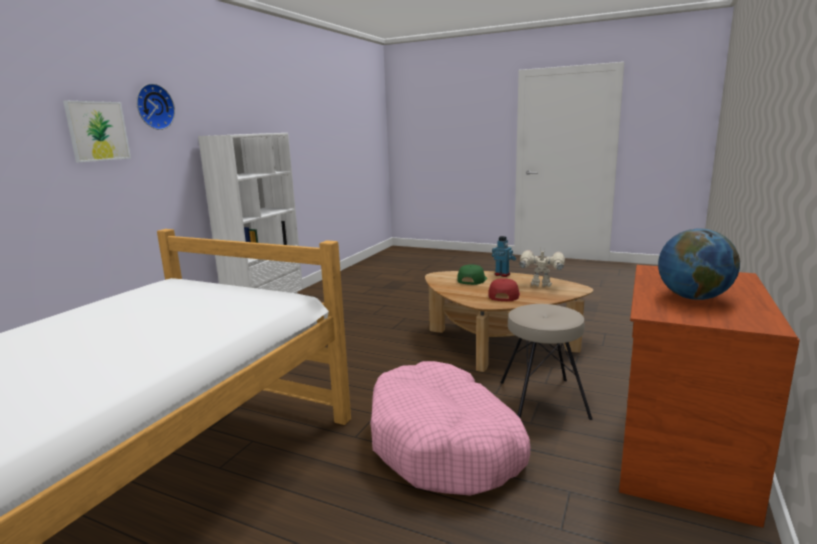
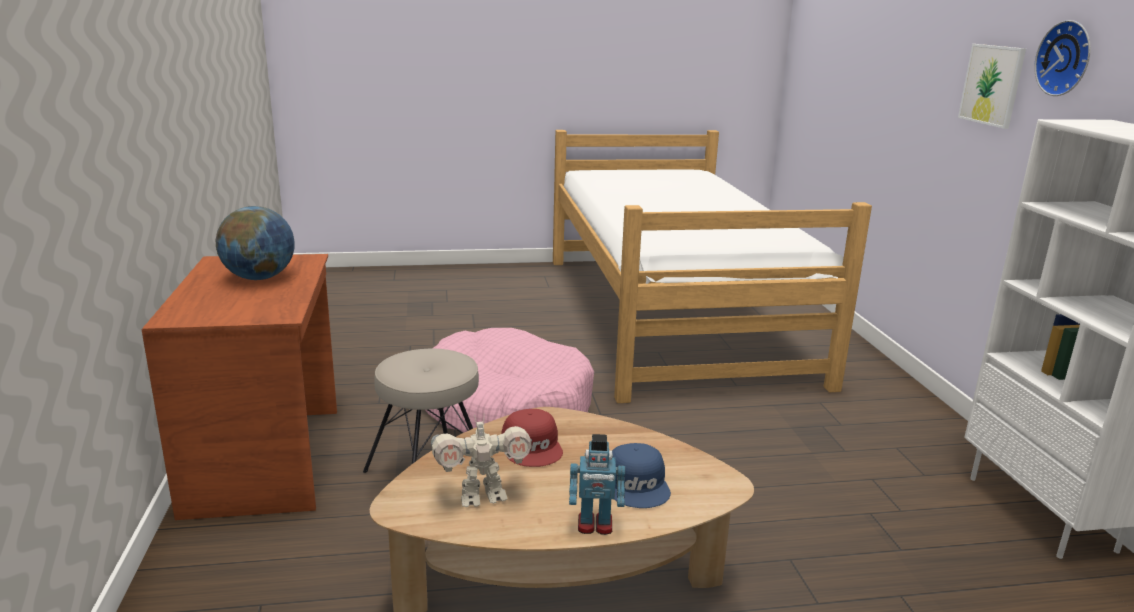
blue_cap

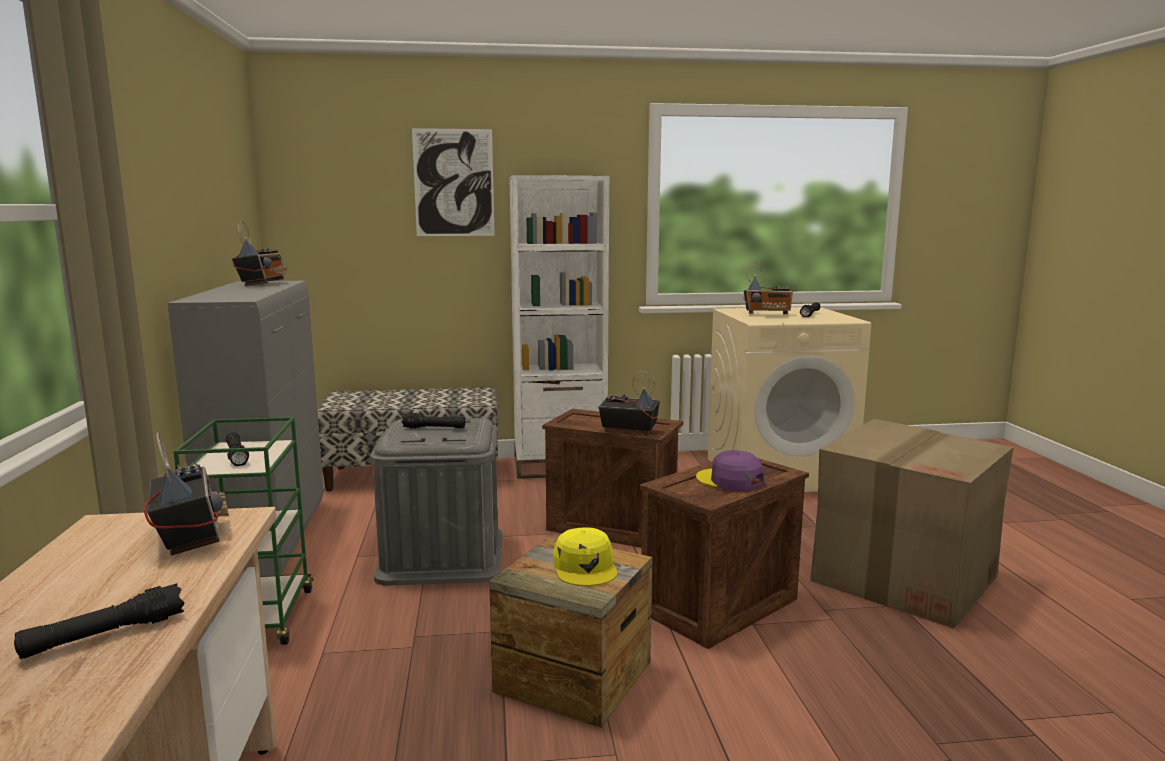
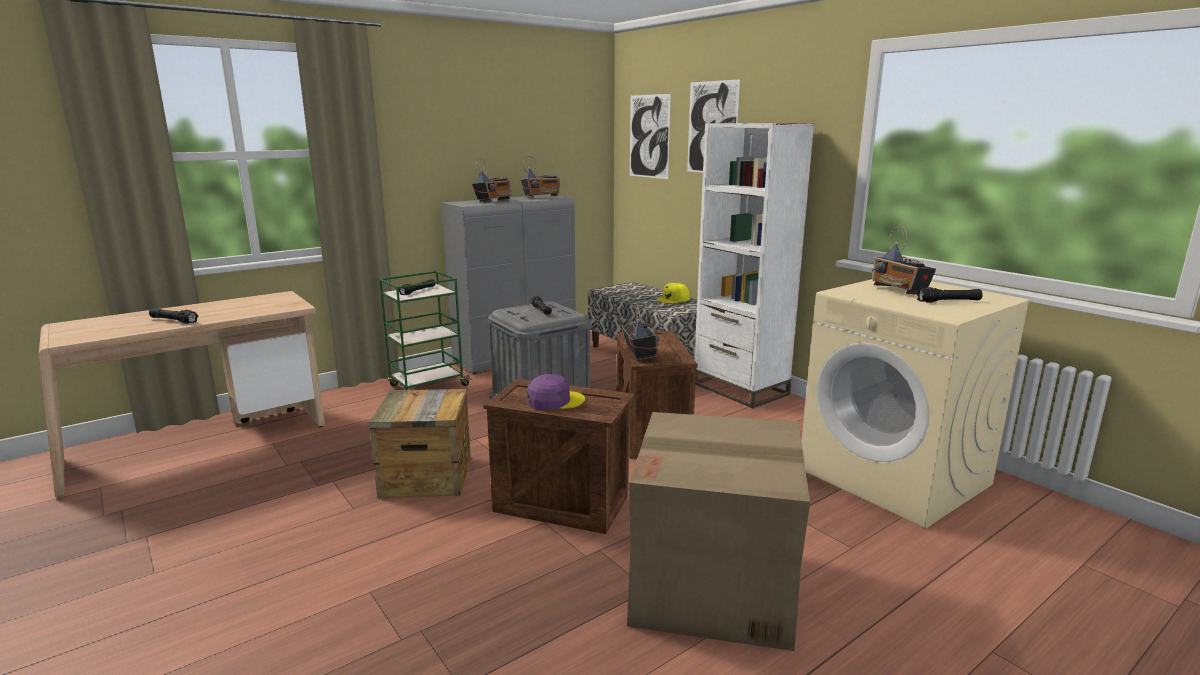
radio (no. 1 from left)
purple_cap
picture (no. 1 from left)
yellow_cap

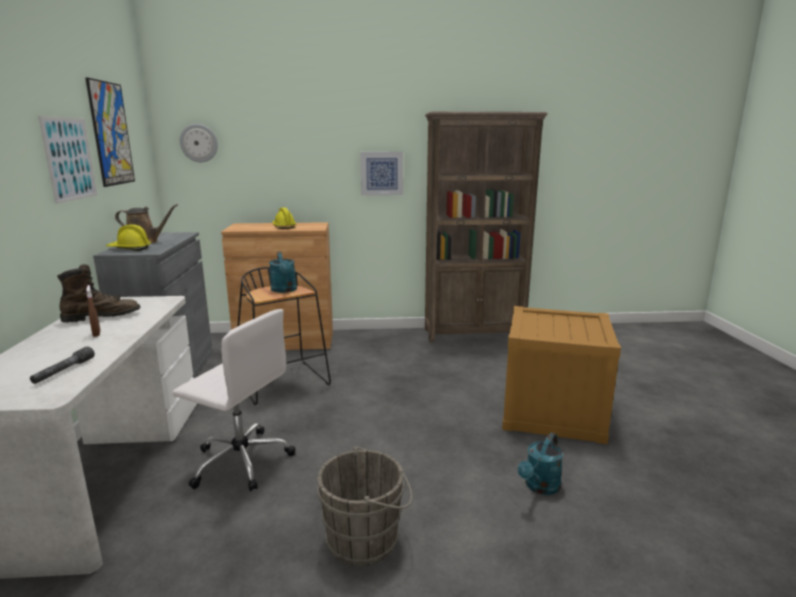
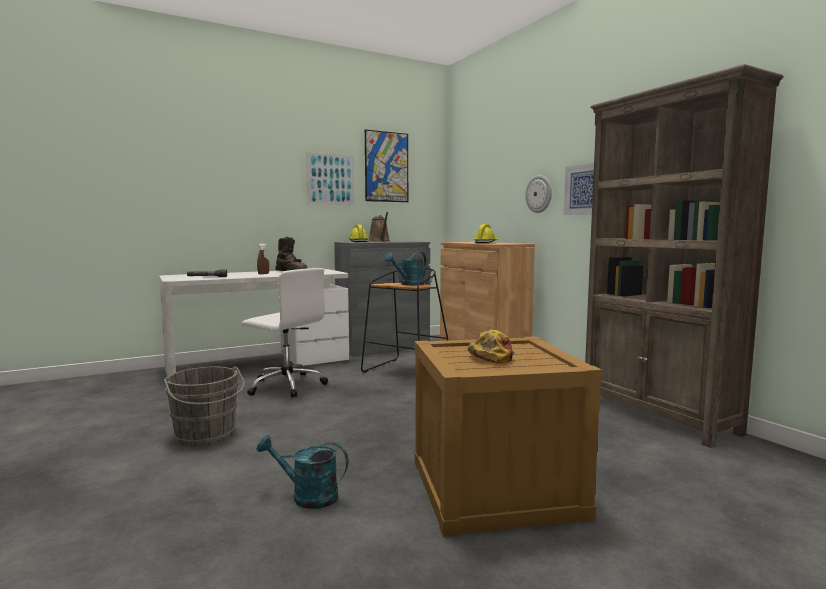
white_office_chair
cap
wall_clock

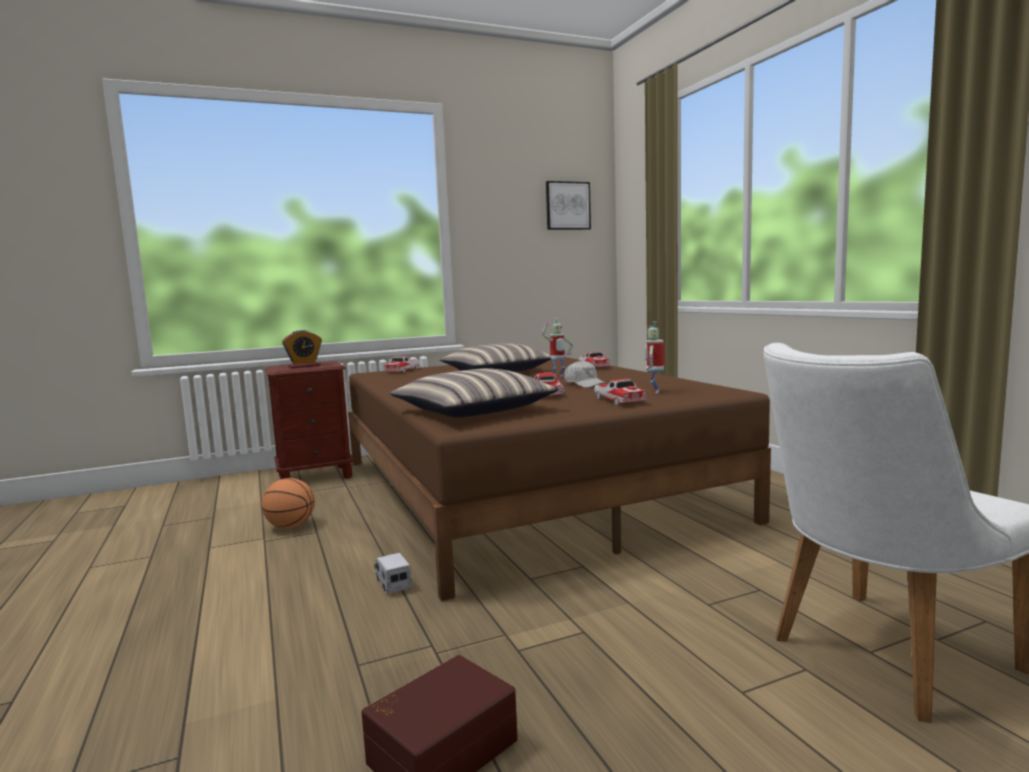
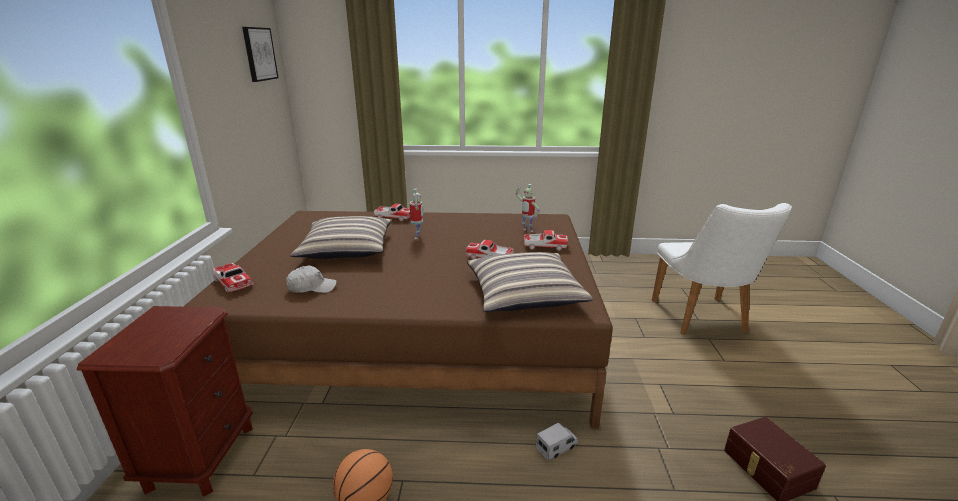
white_cap
toy_truck
alarm_clock

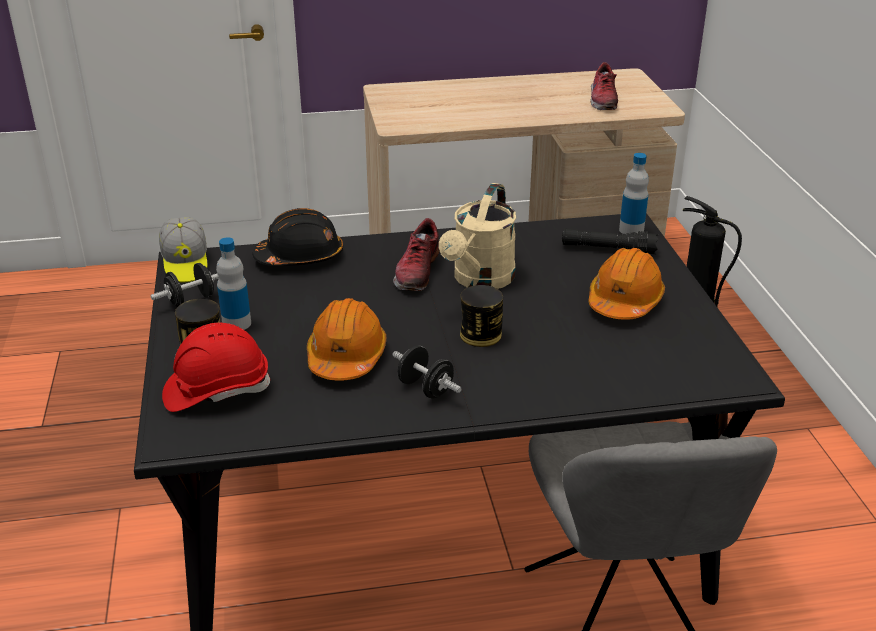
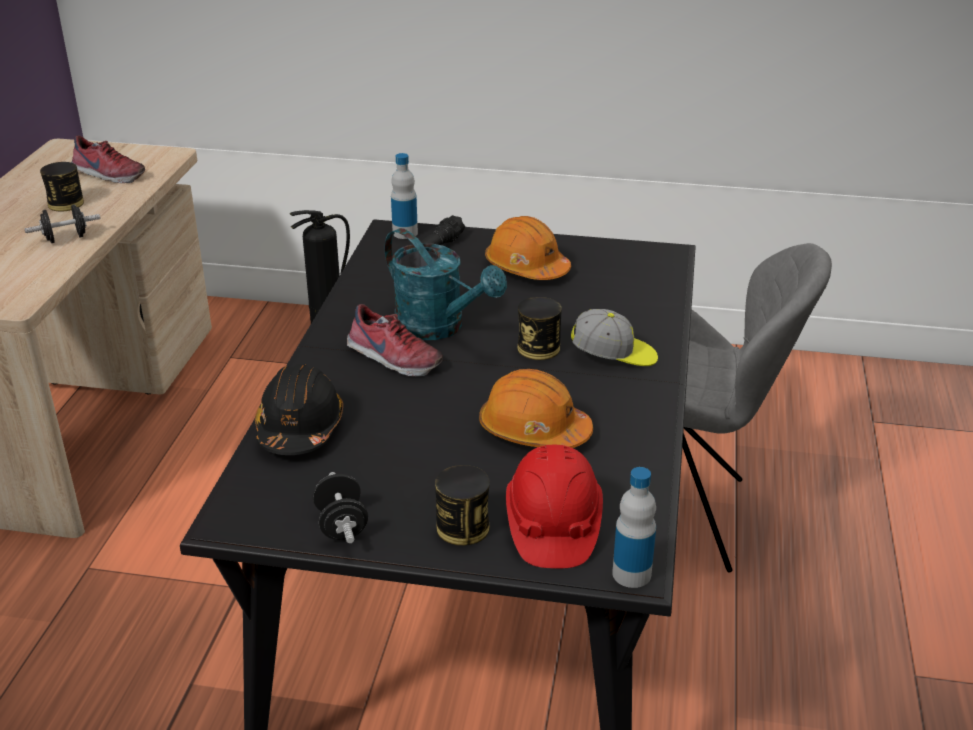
black_dumbbell (no. 1 from left)
can (no. 1 from left)
turquoise_watering_can
cap
bottle (no. 2 from left)

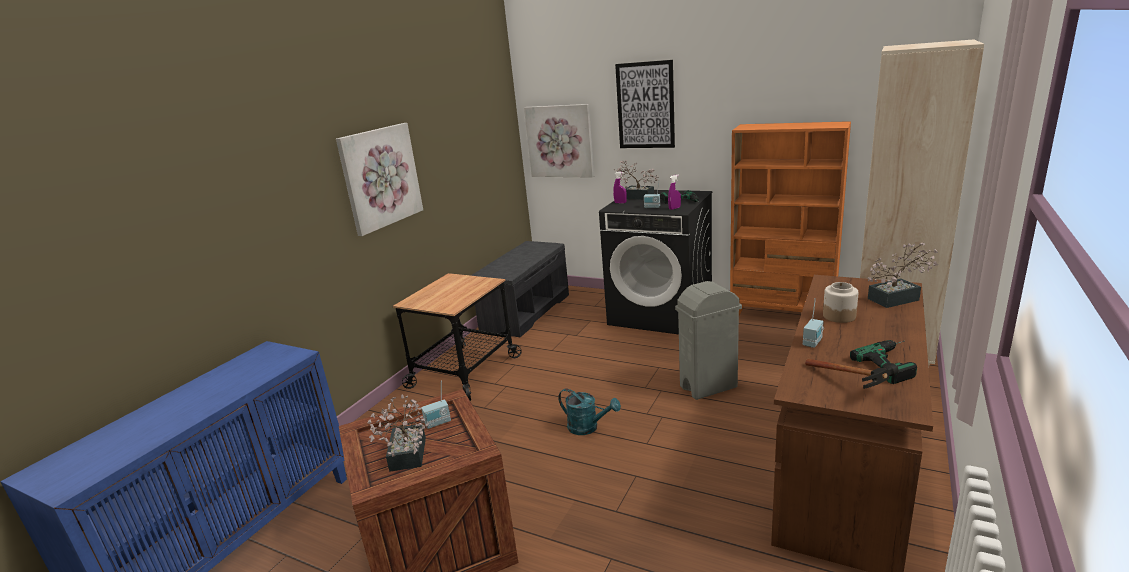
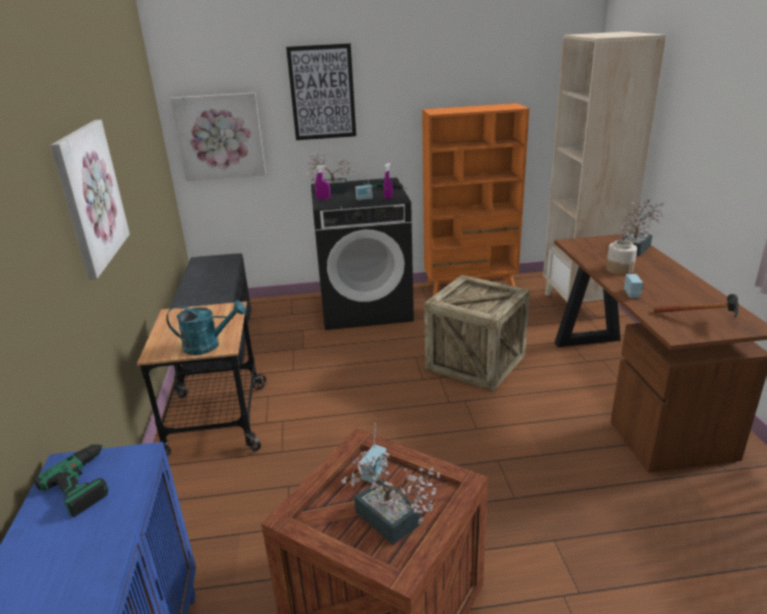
power_drill (no. 1 from left)
turquoise_watering_can
crate (no. 2 from left)

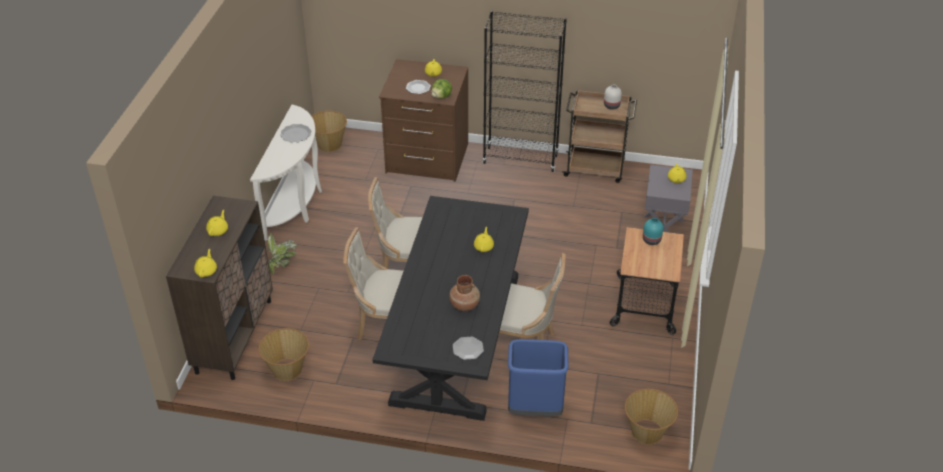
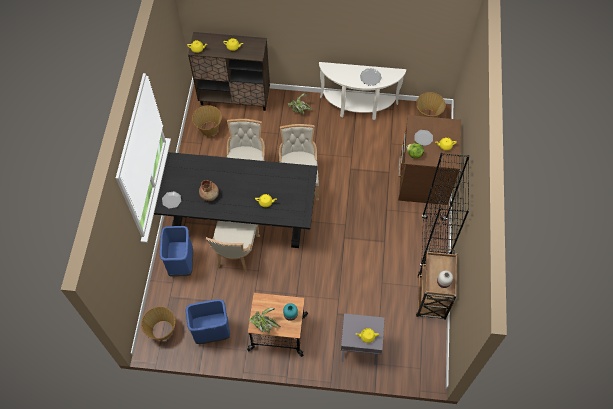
blue_trash_can (no. 2 from left)
potted_plant (no. 1 from left)

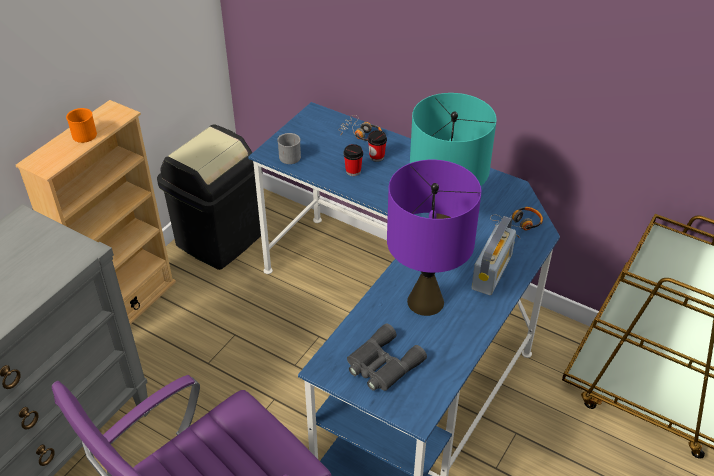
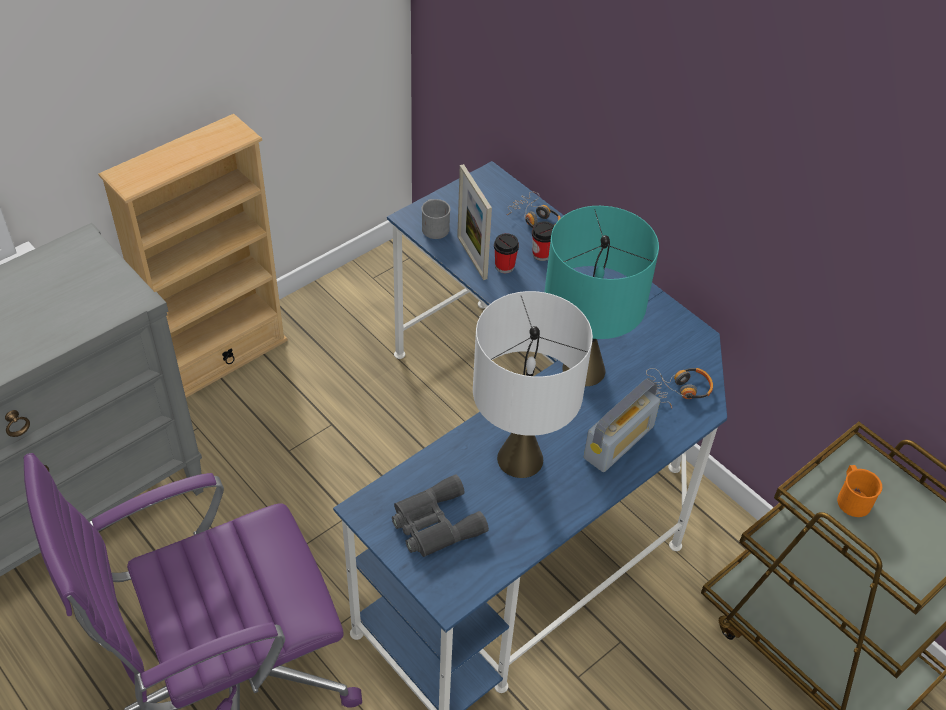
picture_frame
white_table_lamp
orange_mug
black_trash_can

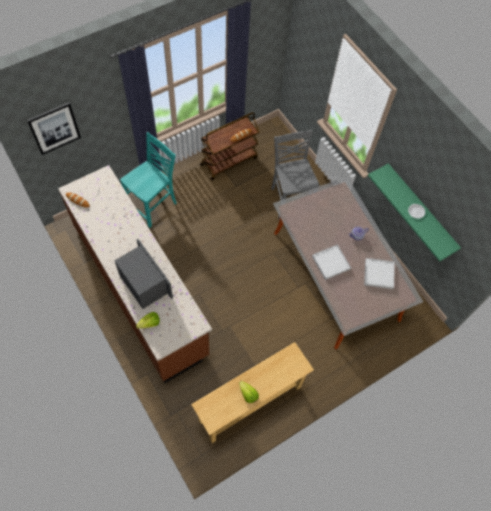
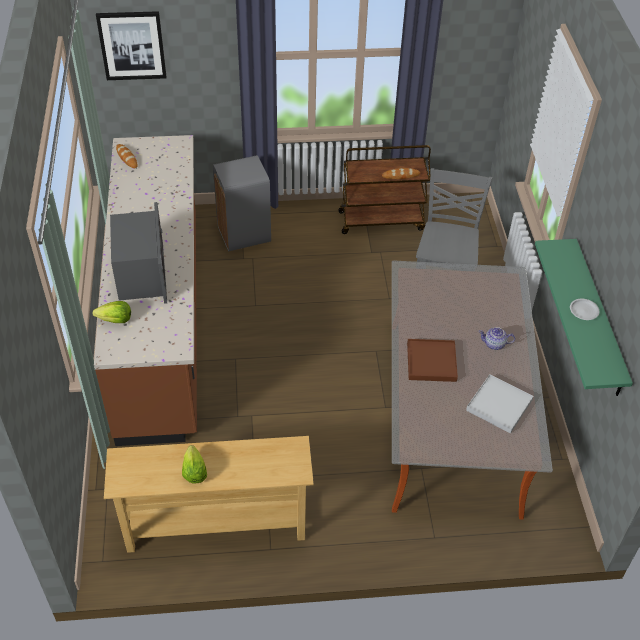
grey_trash_can
brown_tray

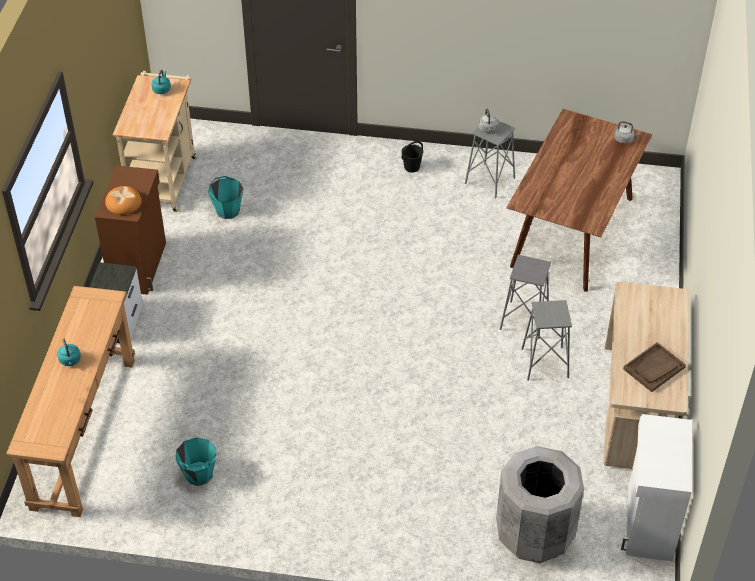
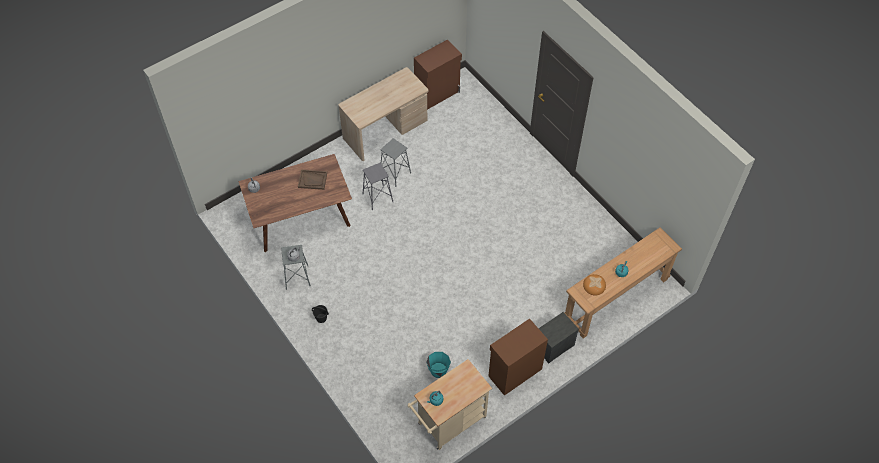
brown_tray
brown_cabinet (no. 1 from left)
bread
turquoise_bucket (no. 1 from left in the first image)
grey_trash_can

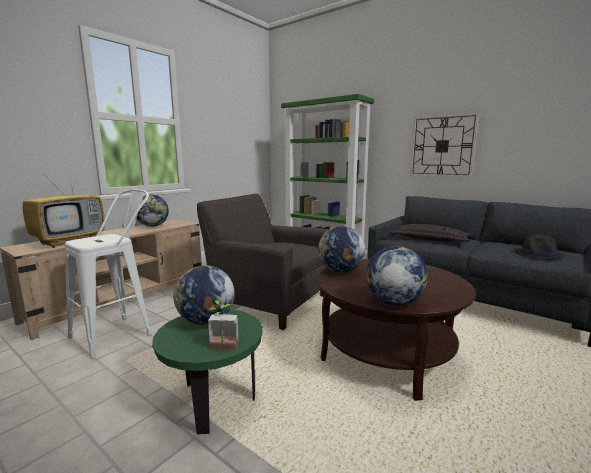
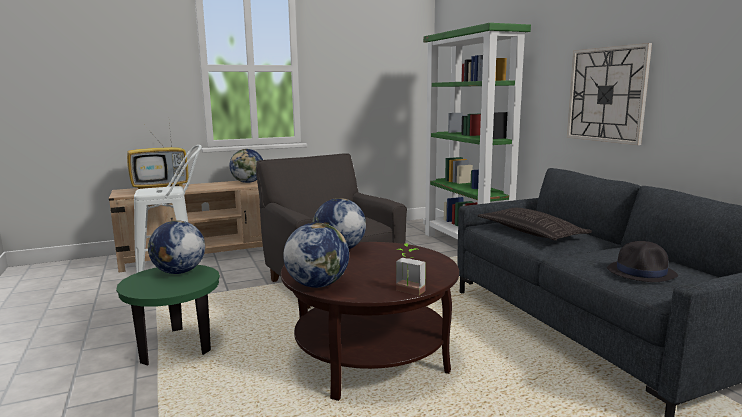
potted_plant

